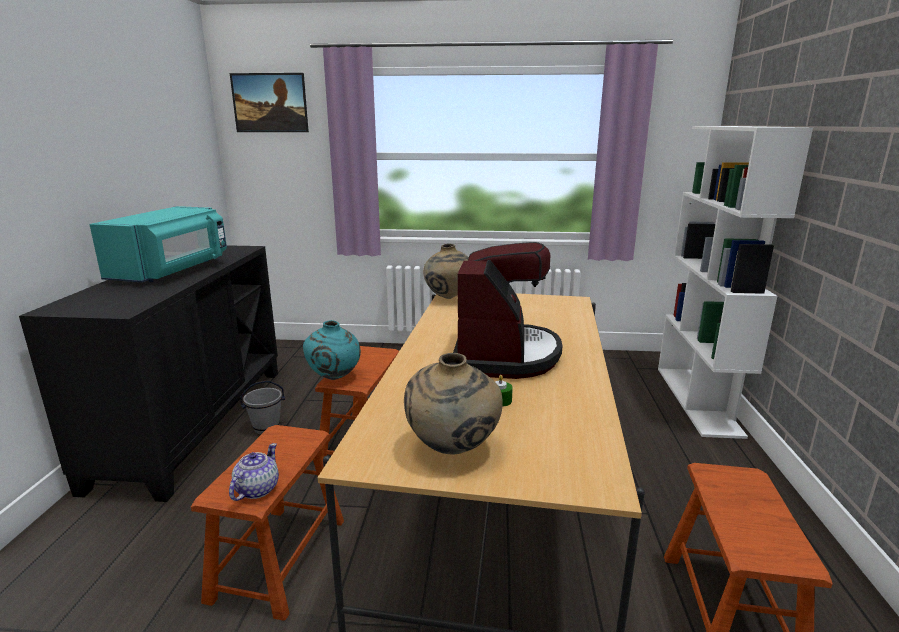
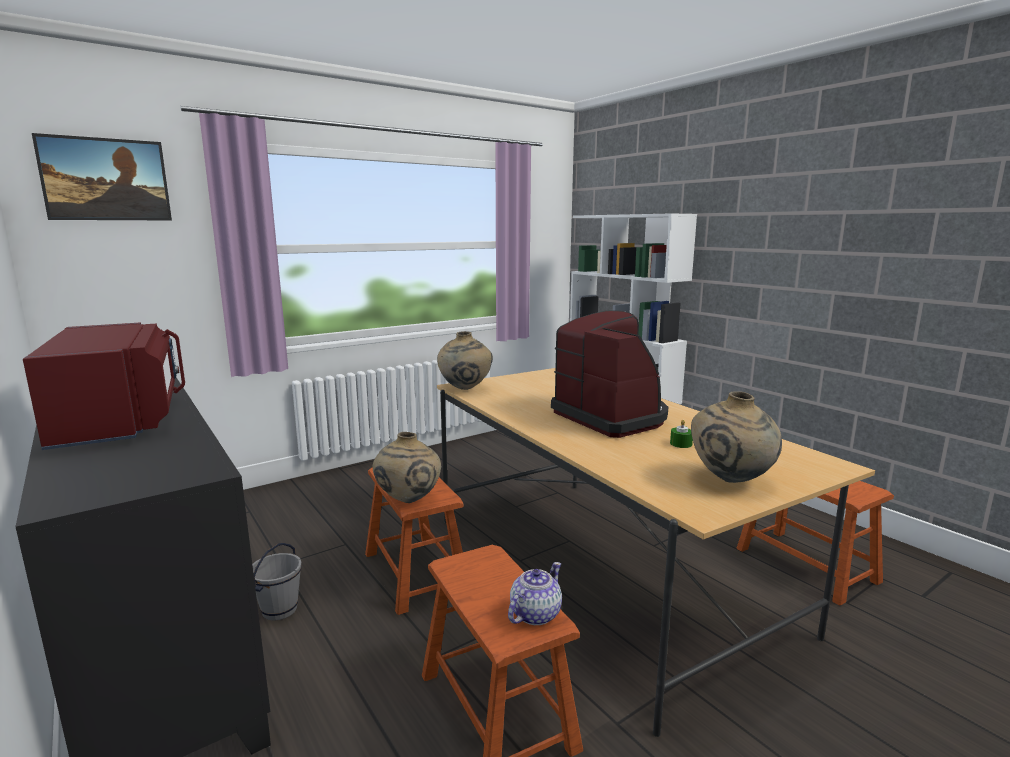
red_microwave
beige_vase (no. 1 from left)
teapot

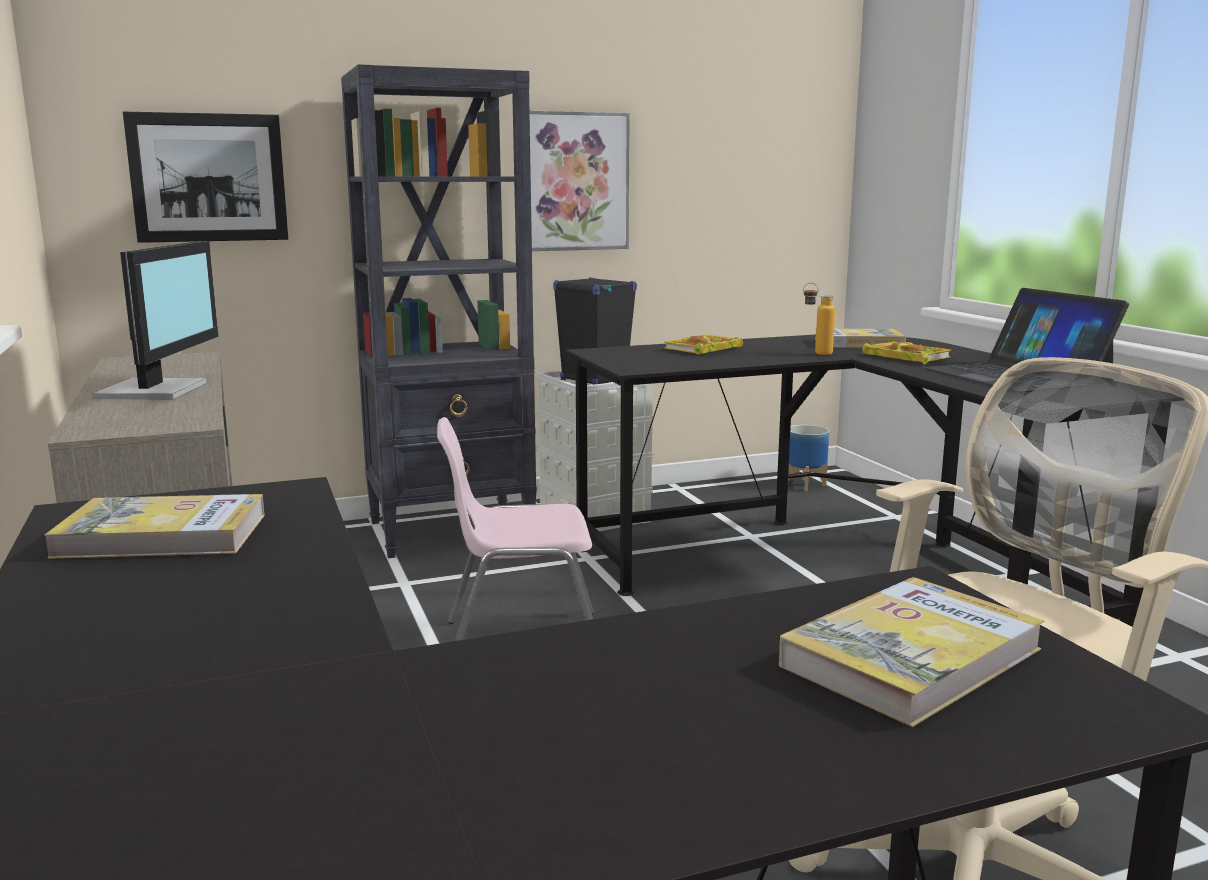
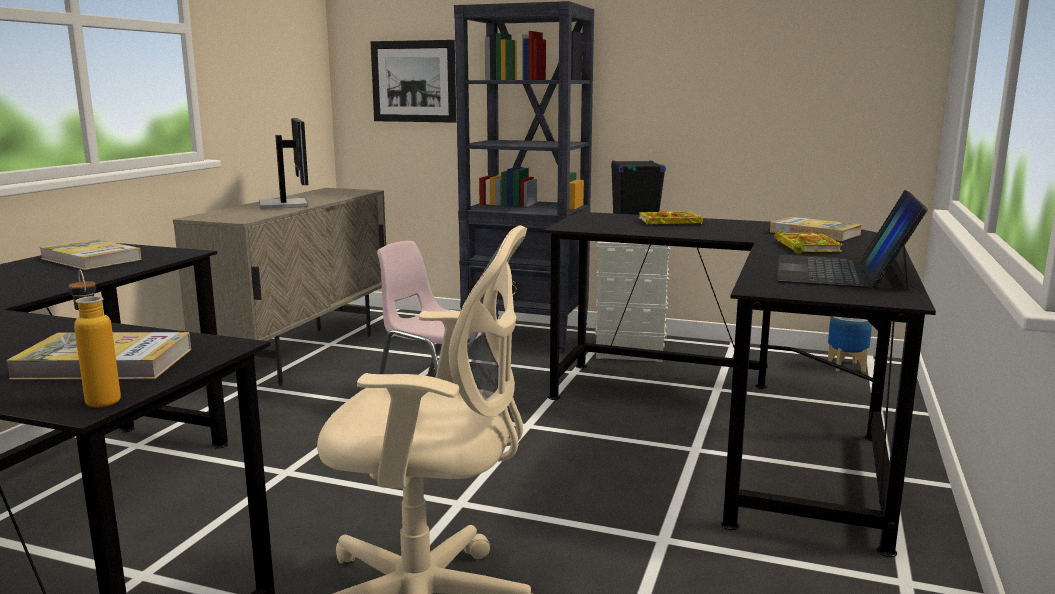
bottle
monitor
picture (no. 2 from left in the first image)

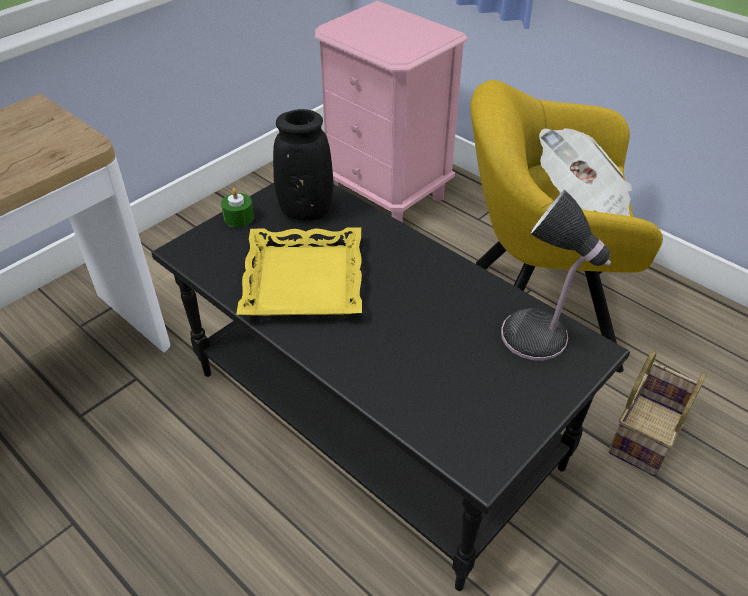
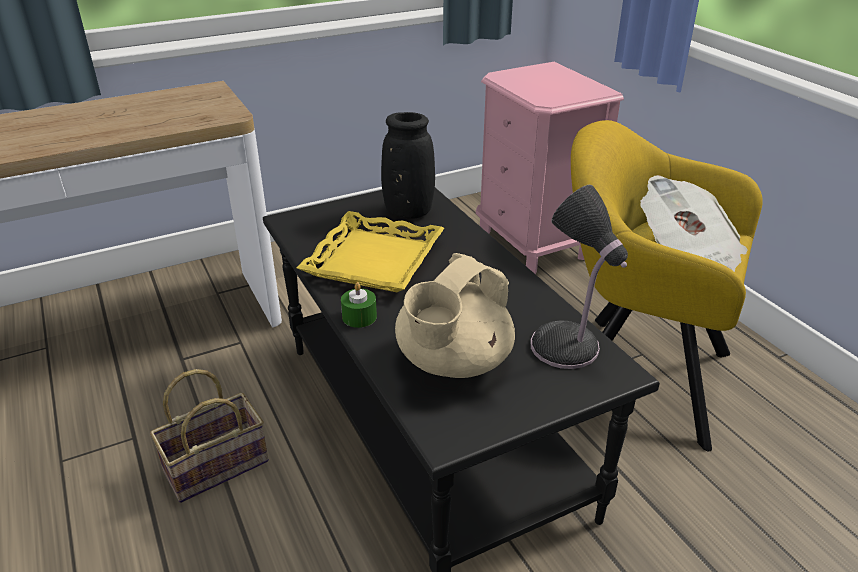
basket
green_candle
beige_teapot

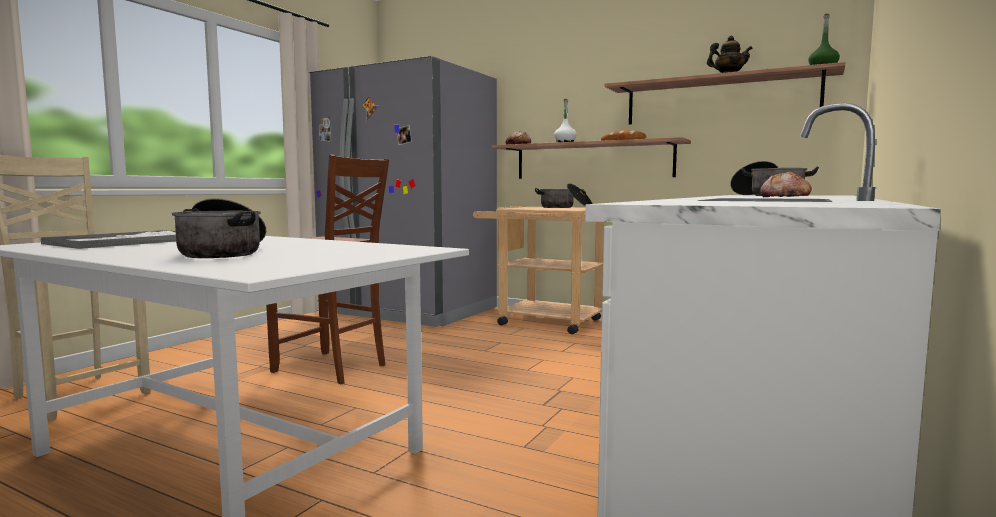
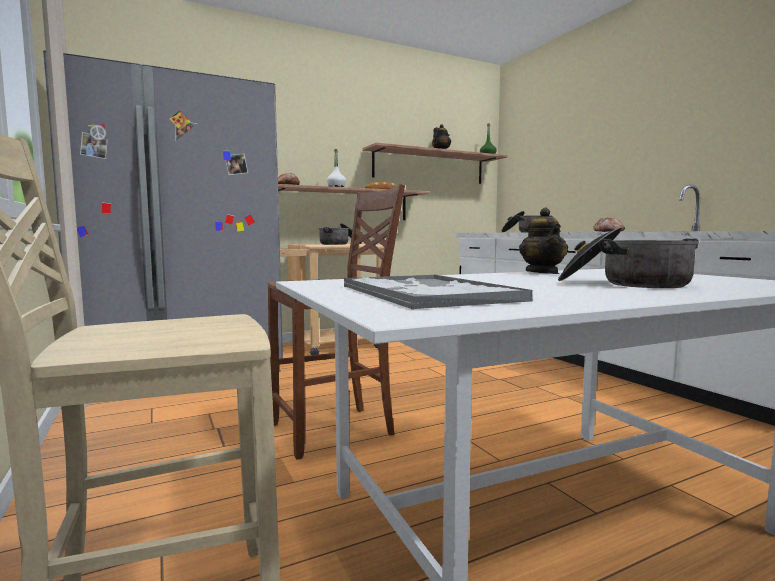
teapot (no. 2 from left)

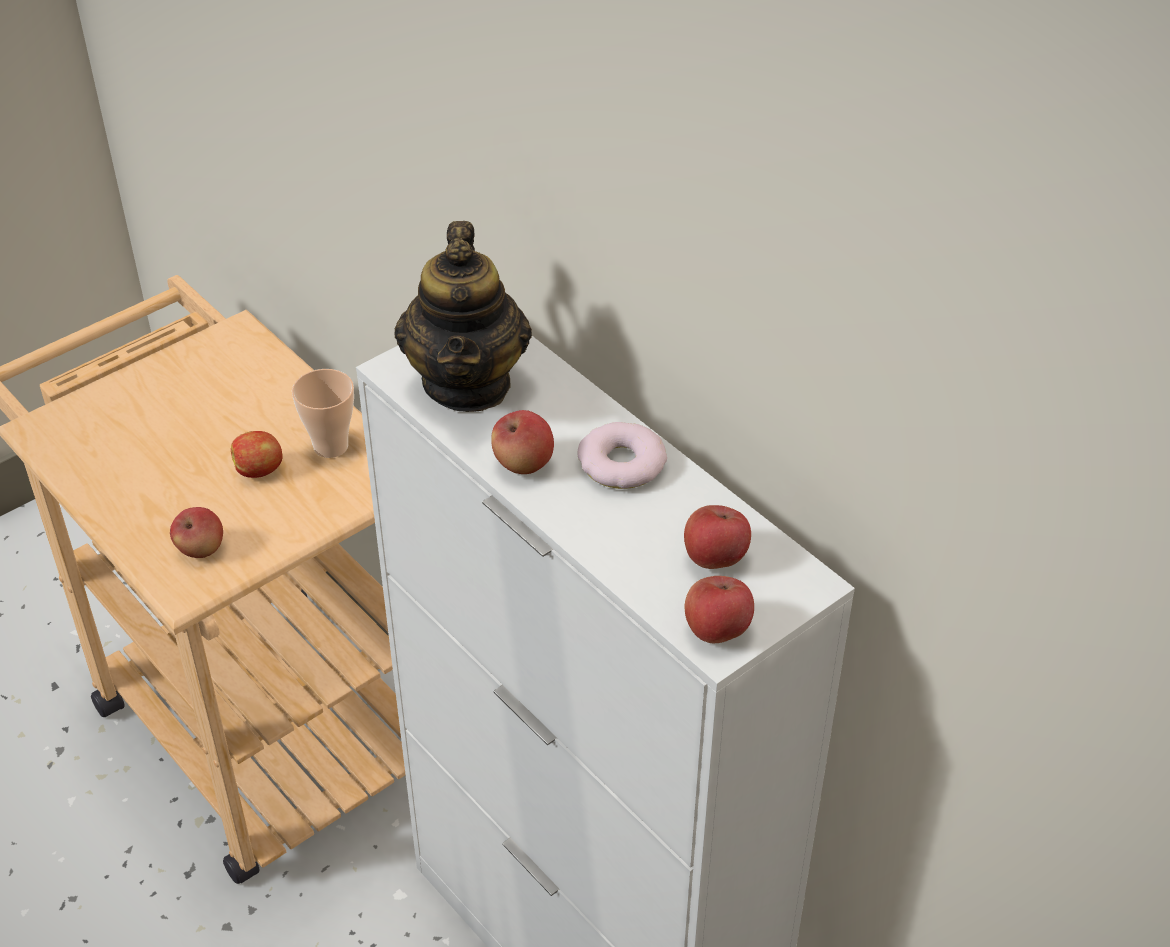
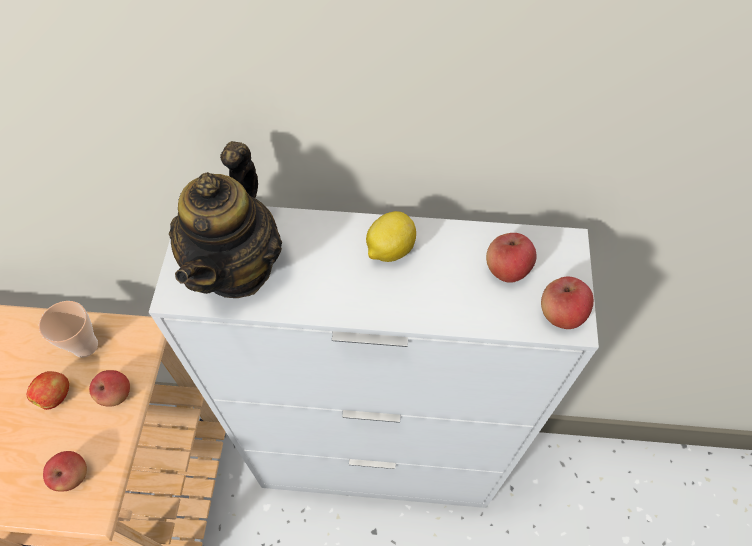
apple (no. 3 from left)
teapot
lemon

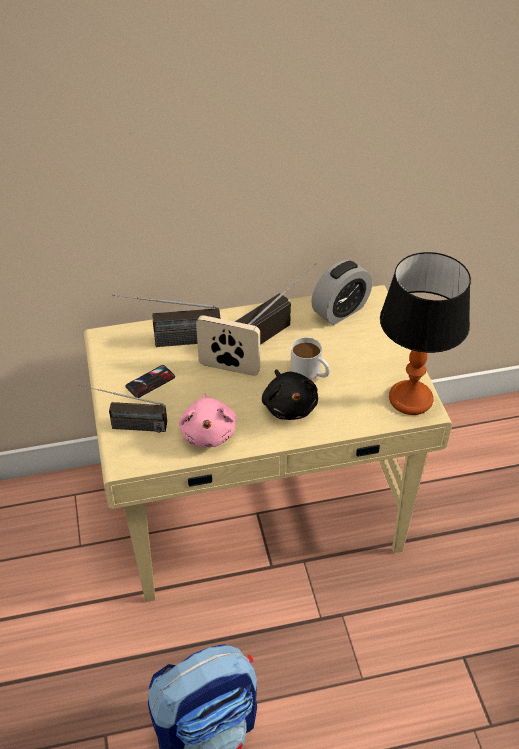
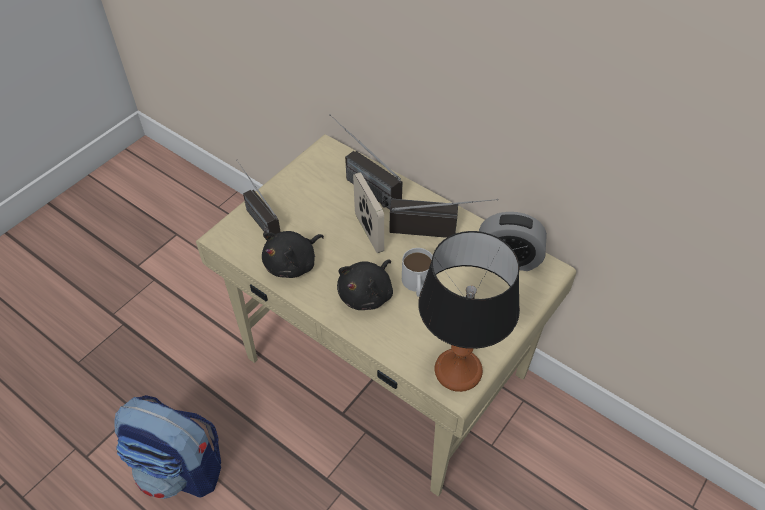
black_plush_toy (no. 1 from left)
phone

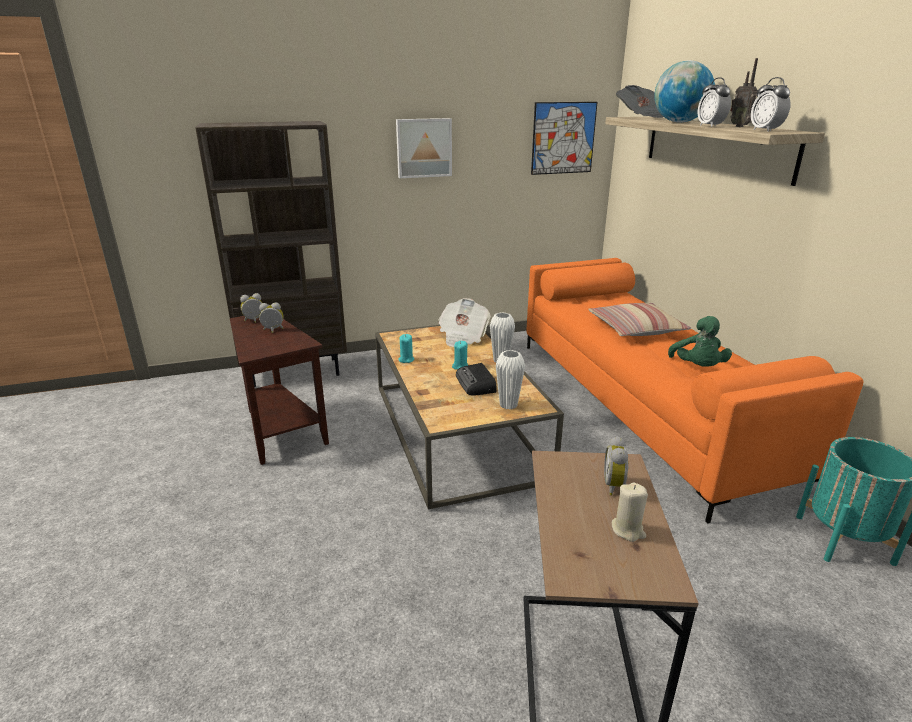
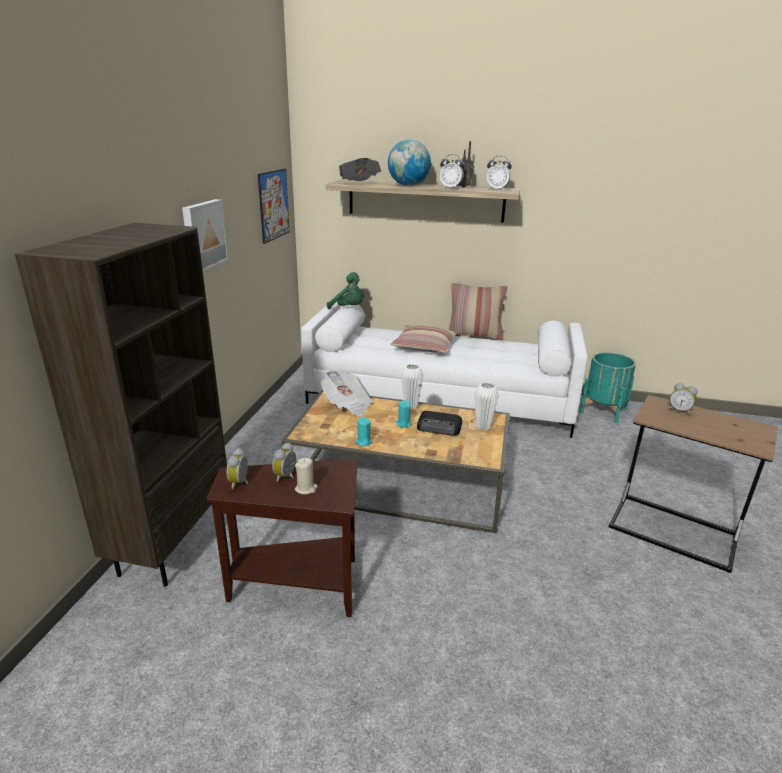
beige_candle
white_sofa
green_plush_toy
pillow (no. 2 from left)

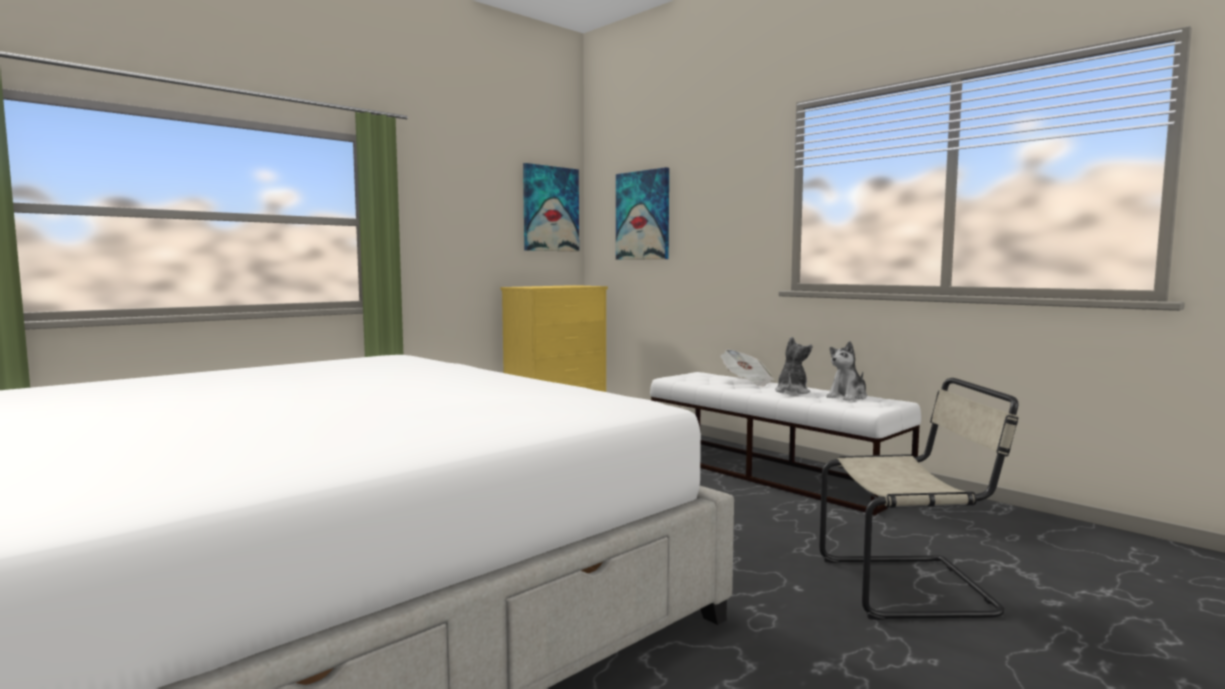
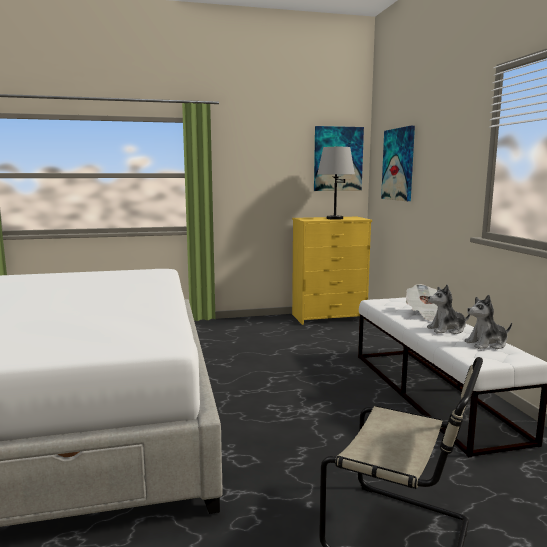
grey_table_lamp
plush_toy (no. 1 from left)

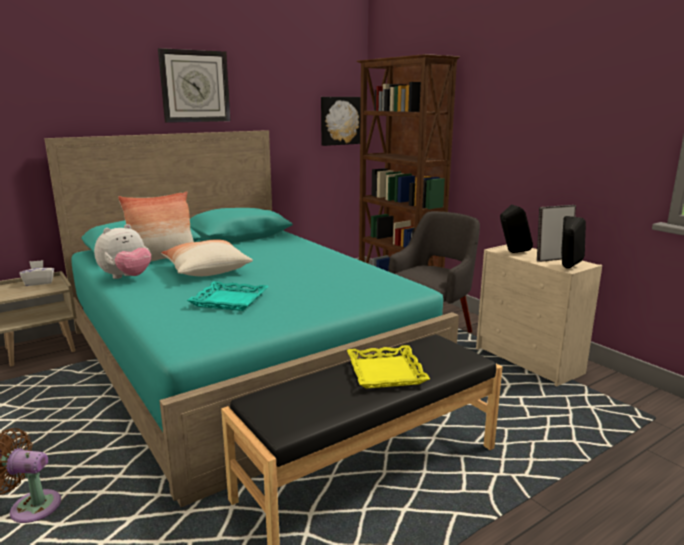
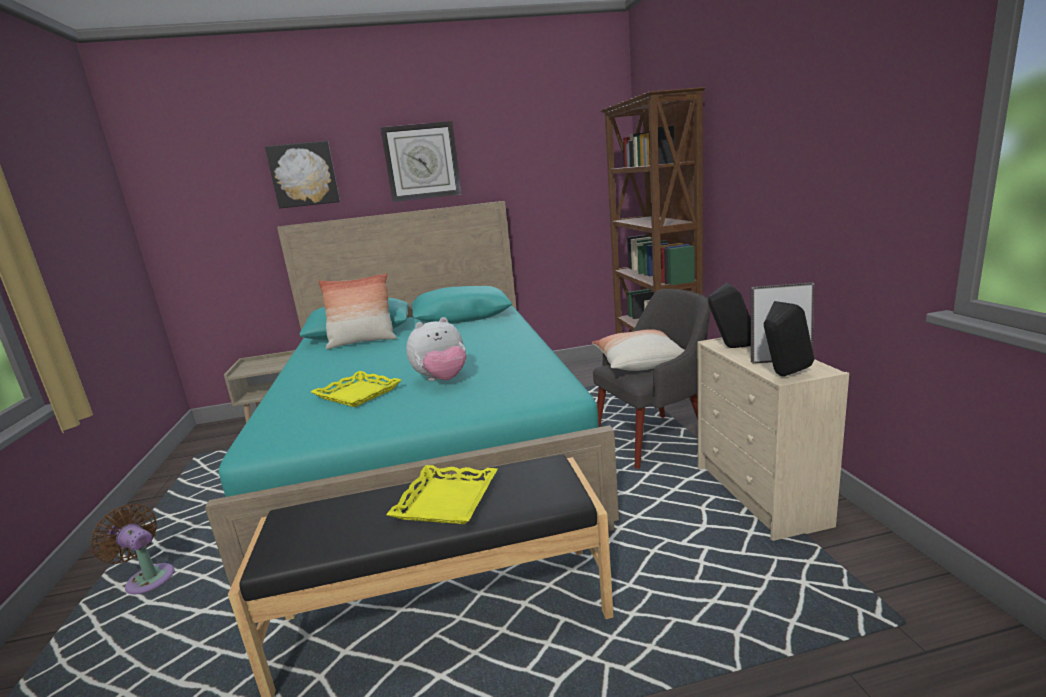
picture
yellow_tray (no. 1 from left)
plush_toy
pillow (no. 2 from left)
white_tissue_box

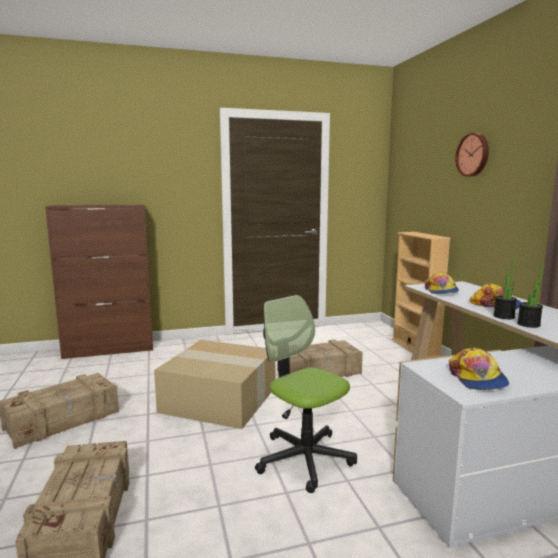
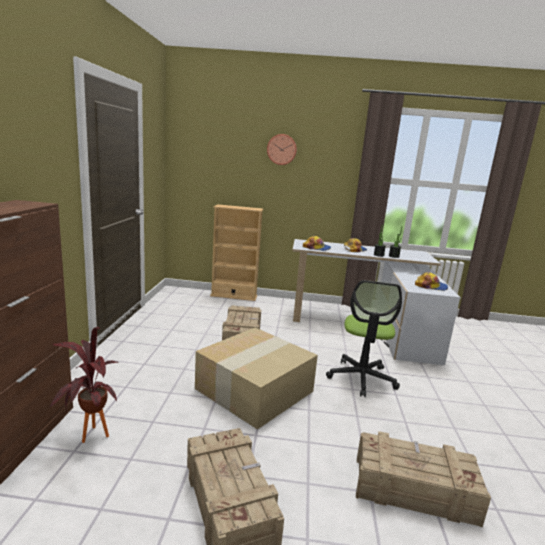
potted_plant (no. 1 from left)
office_chair

